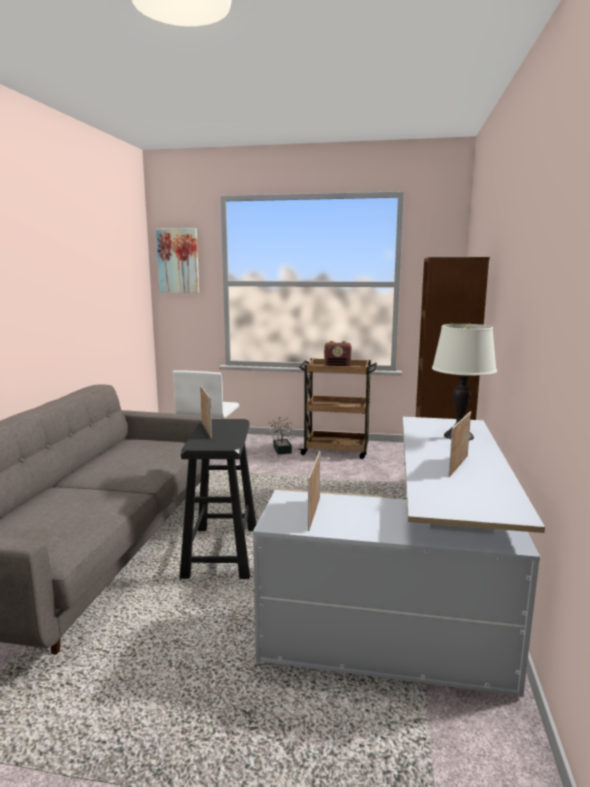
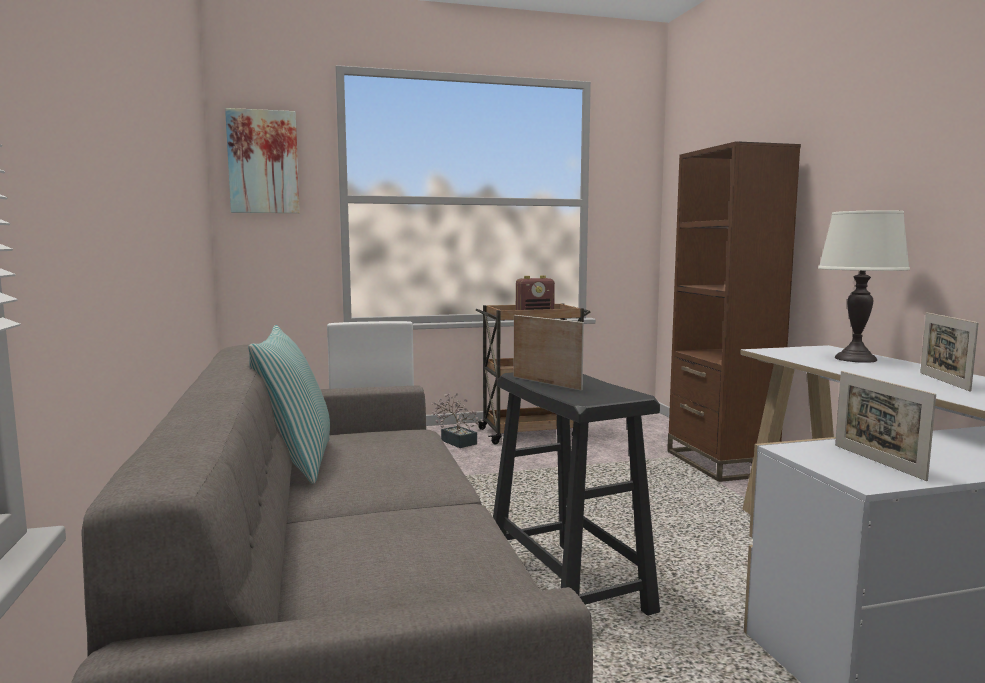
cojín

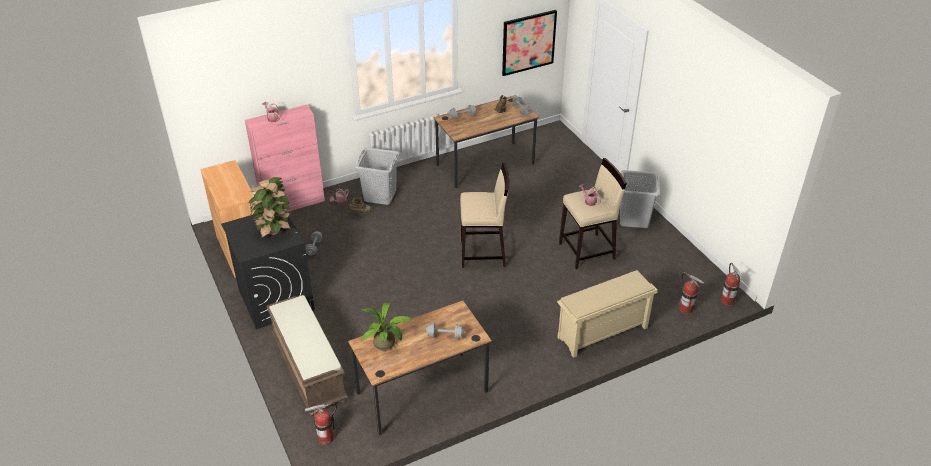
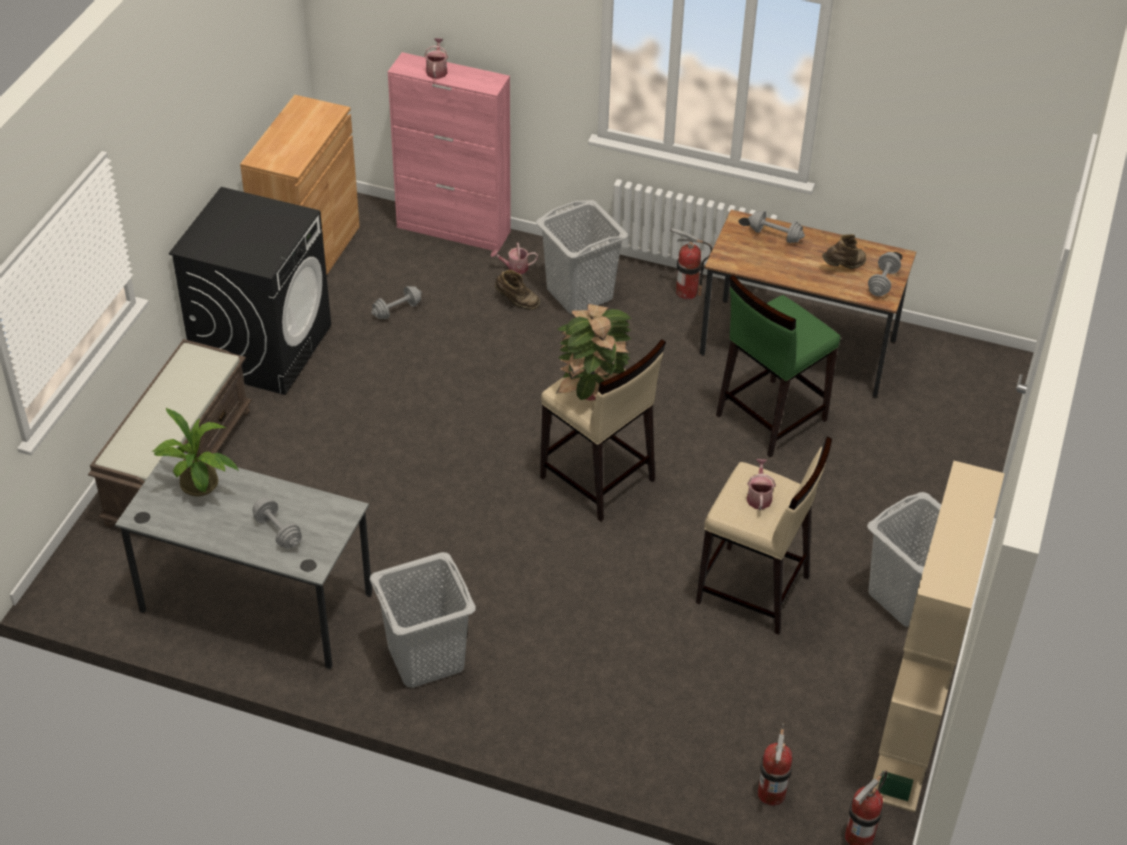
escritorio/gris; cesto de la ropa/gris (1st from left); planta en maceta (2nd from left); extintor (1st from left); taburete/verde; estantería/beis; cuadro; zapatero/beis

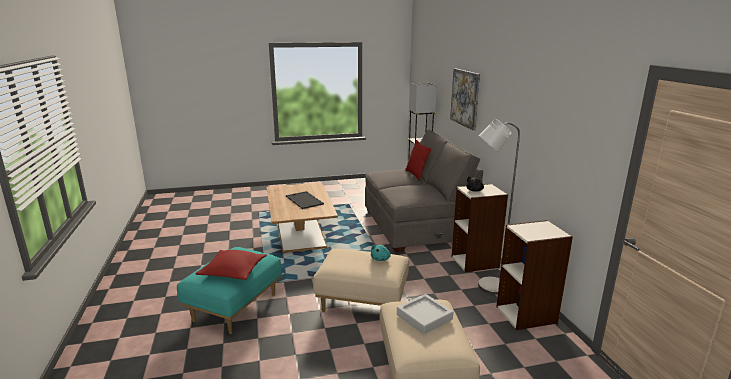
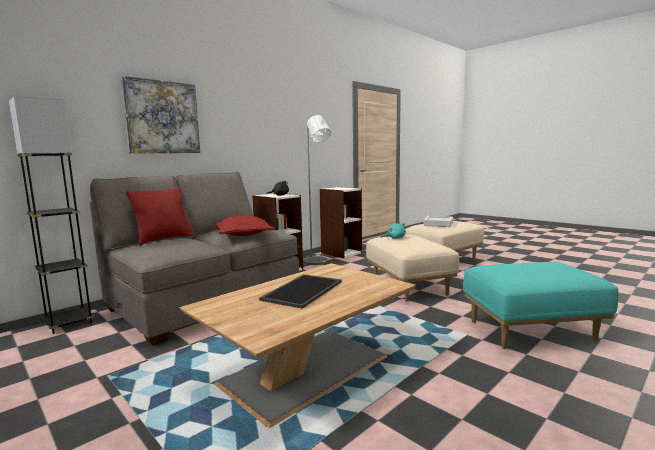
cojín/rojo (2nd from left)

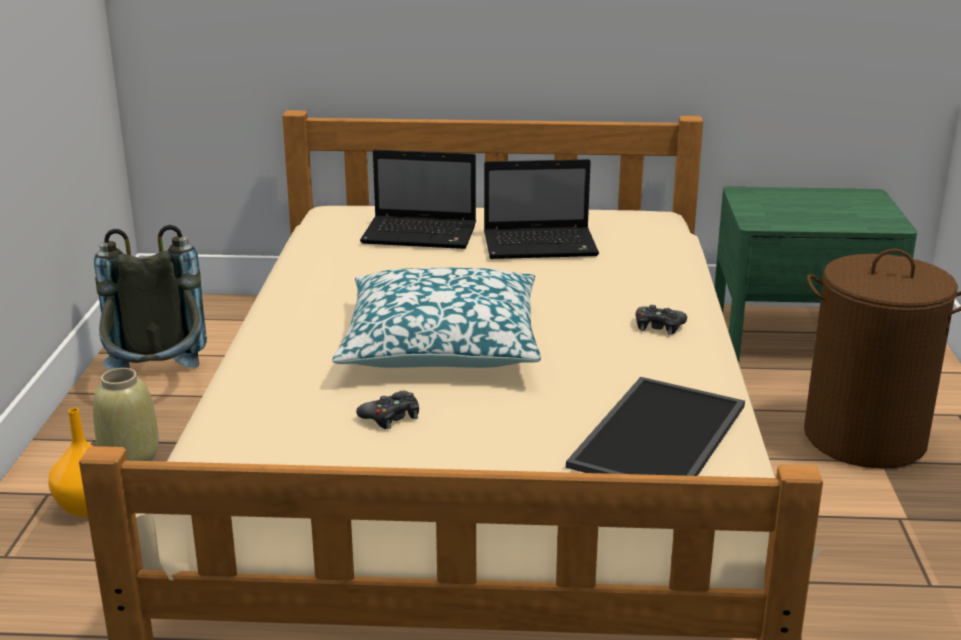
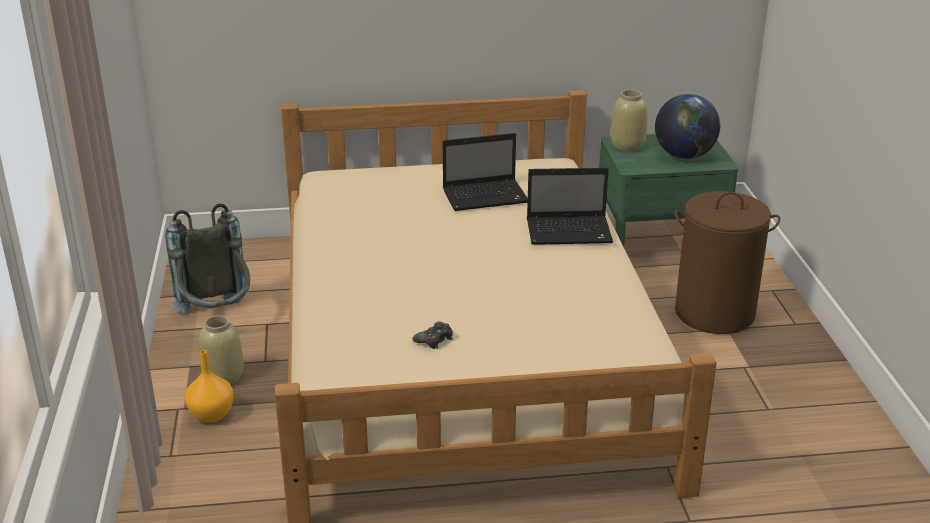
portátil (2nd from left); florero/beis (2nd from left); globo terráqueo; cojín; bandeja; mando de consola/negro (2nd from left in the first image)

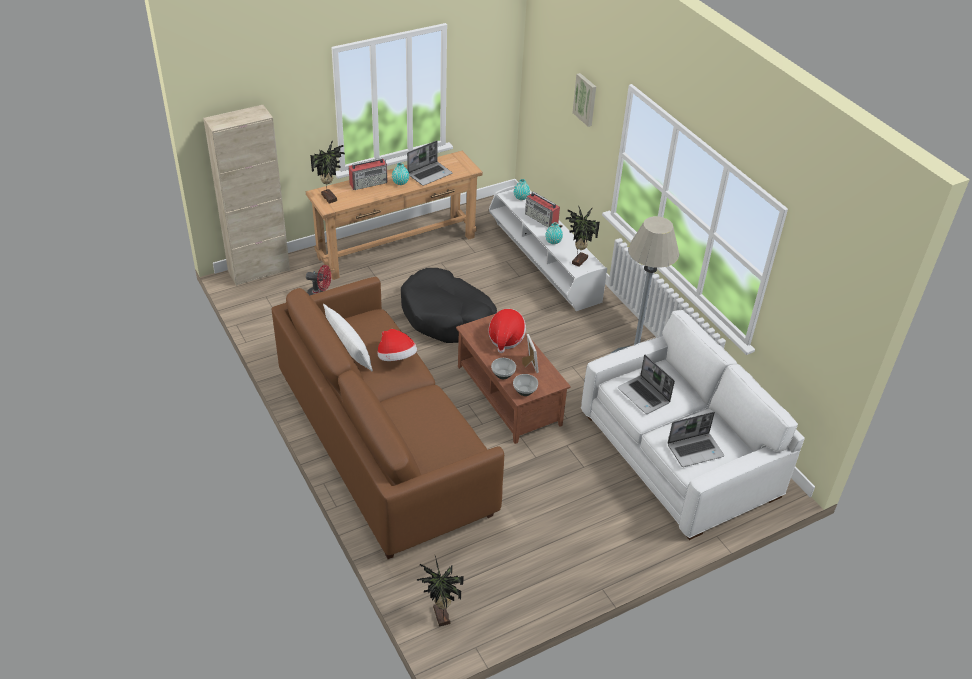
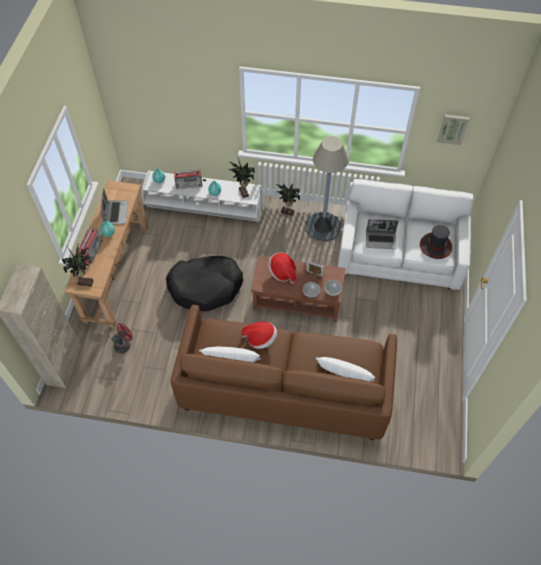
planta en maceta (3rd from left); cojín/blanco (2nd from left); sombrero (3rd from left); cuadro

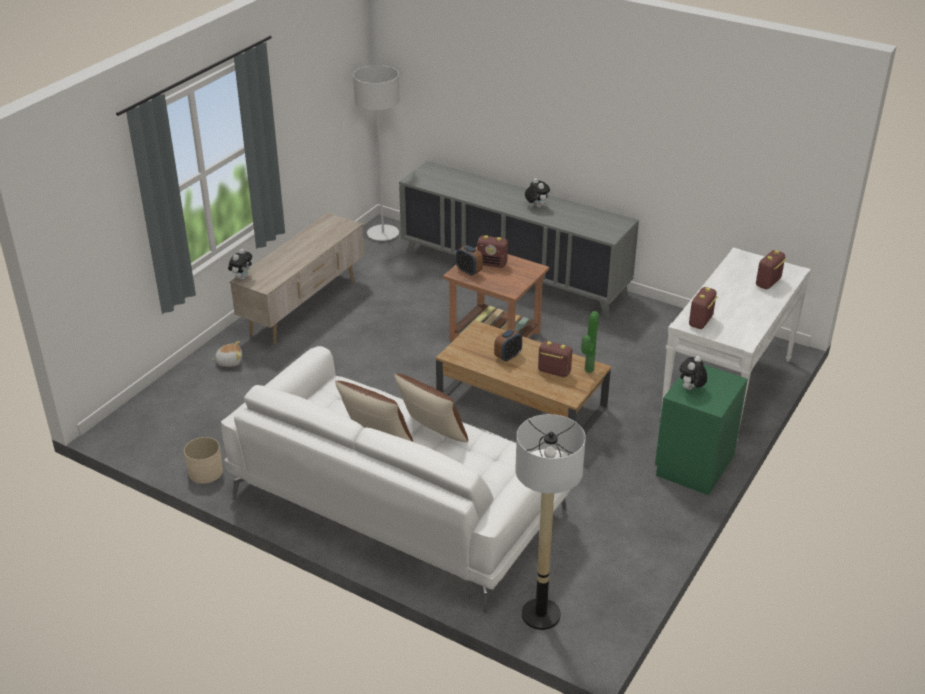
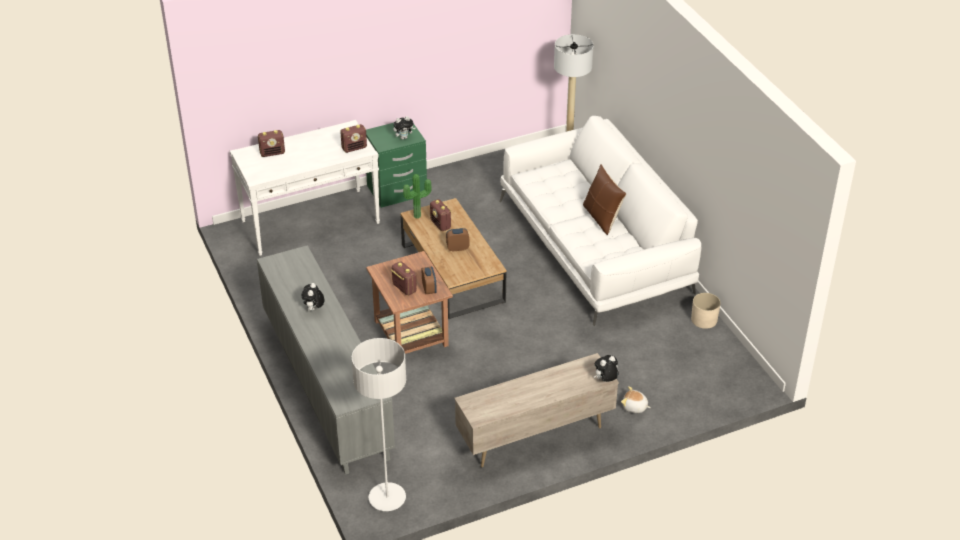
cojín/marrón (2nd from left in the first image)

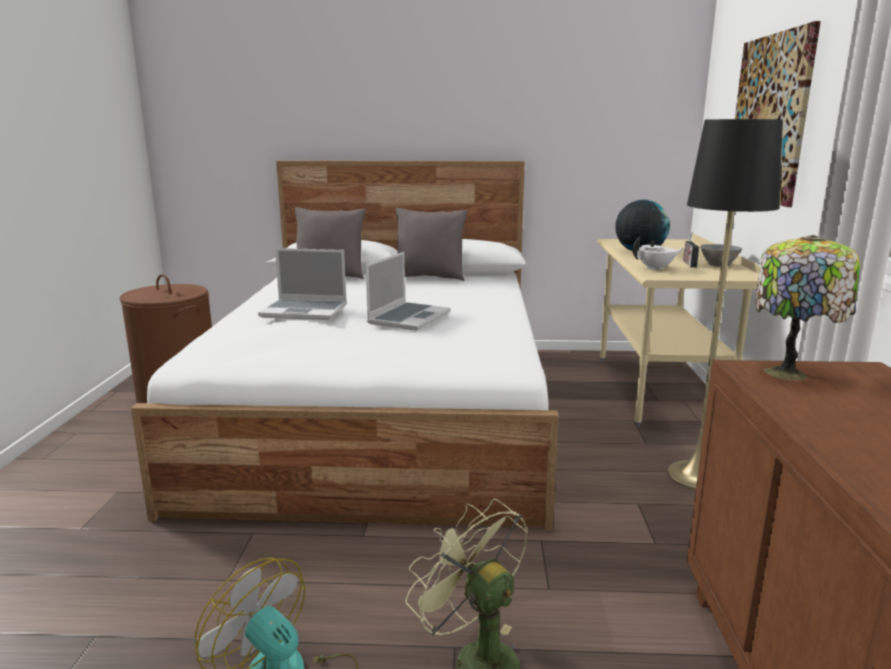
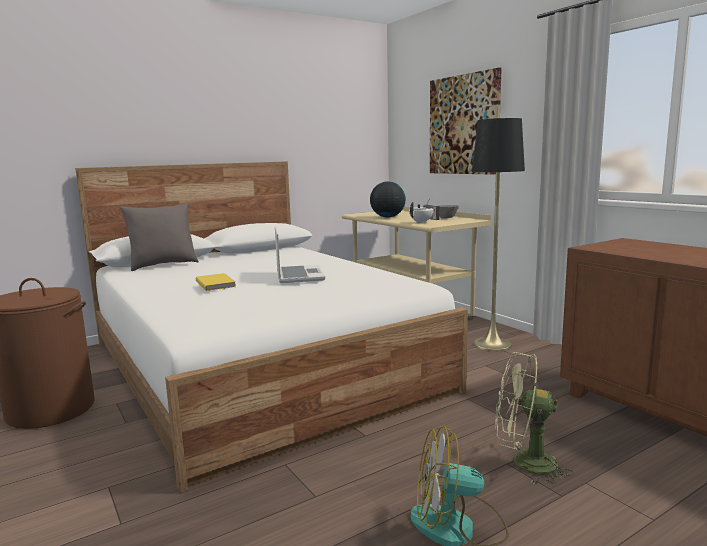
libro/amarillo; cojín/gris (2nd from left in the first image); lámpara de mesa

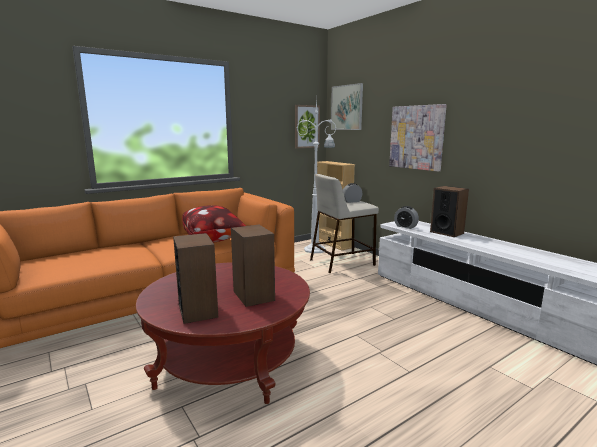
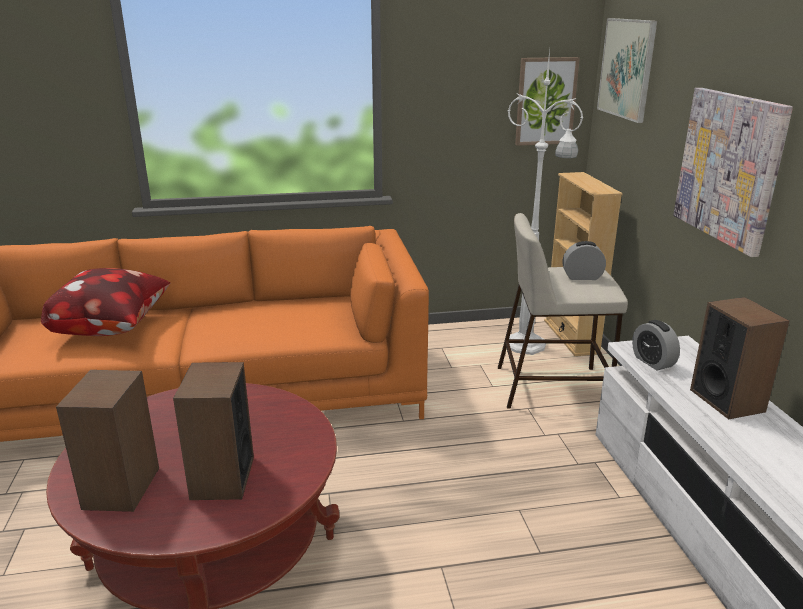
cojín

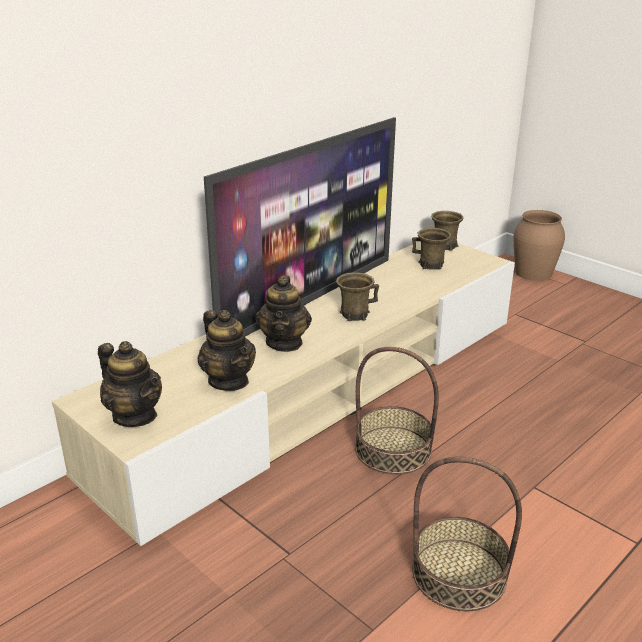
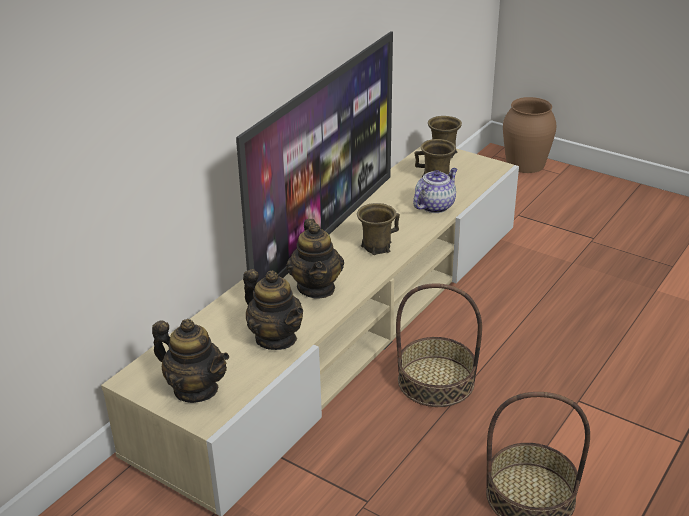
tetera (4th from left)

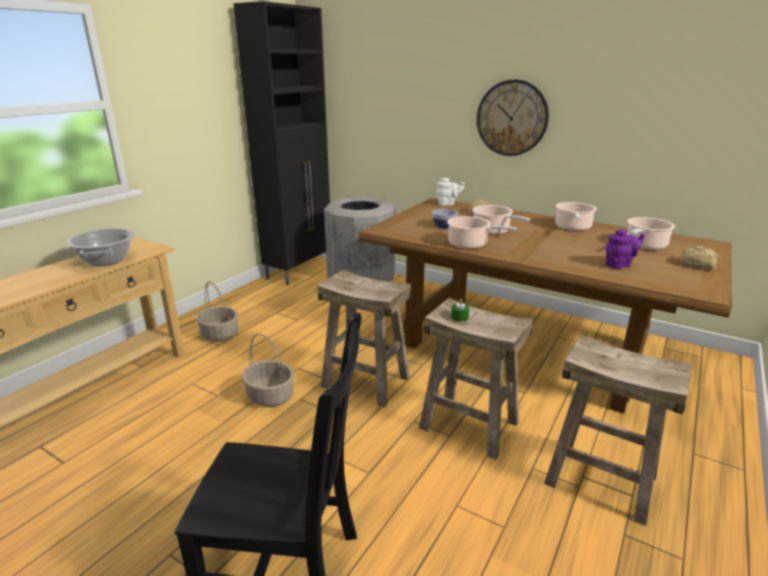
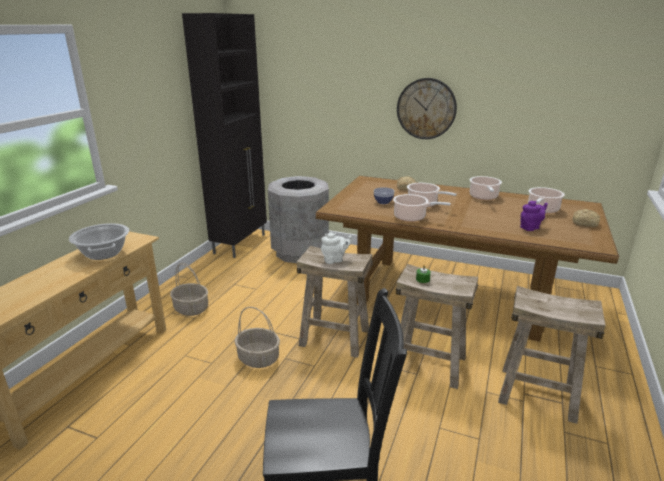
tetera/blanco

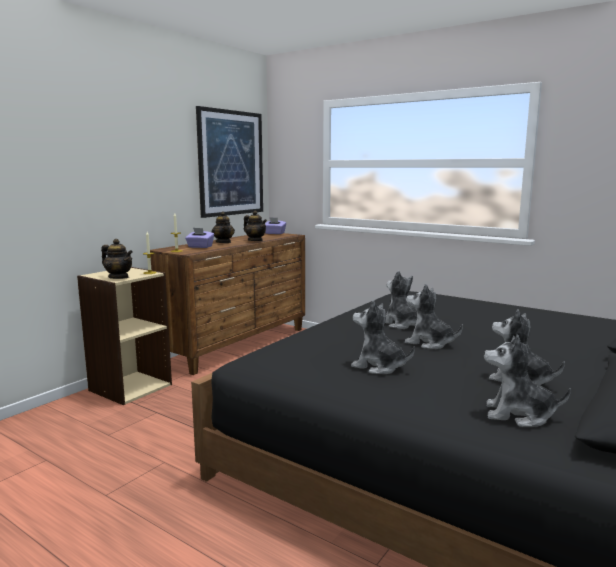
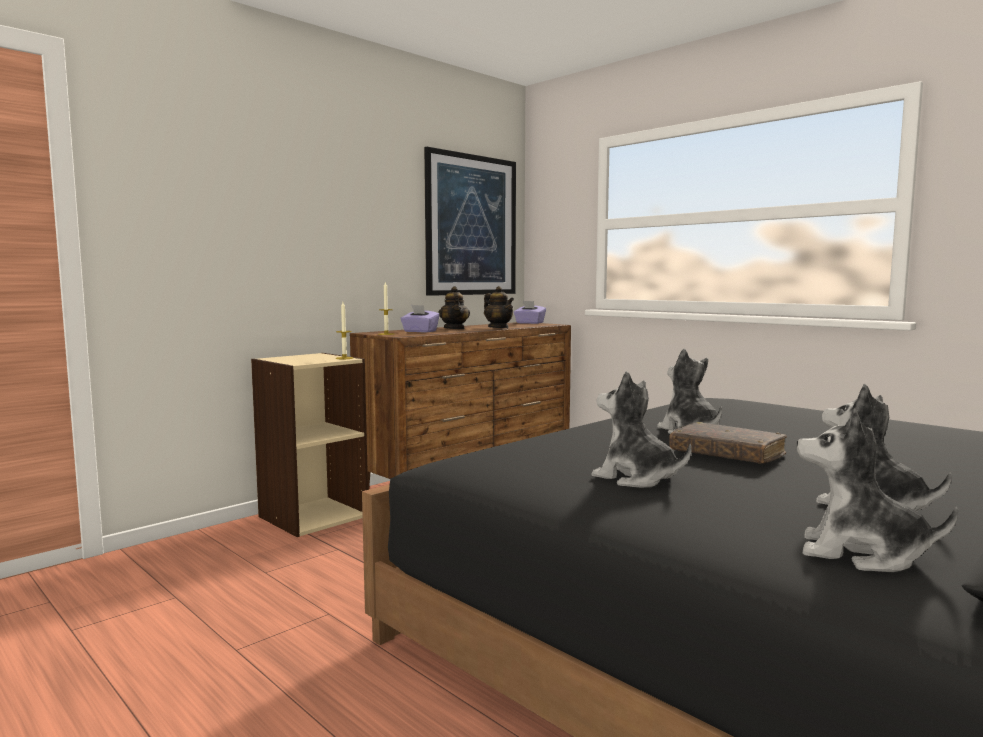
libro/marrón; tetera (1st from left in the first image)

